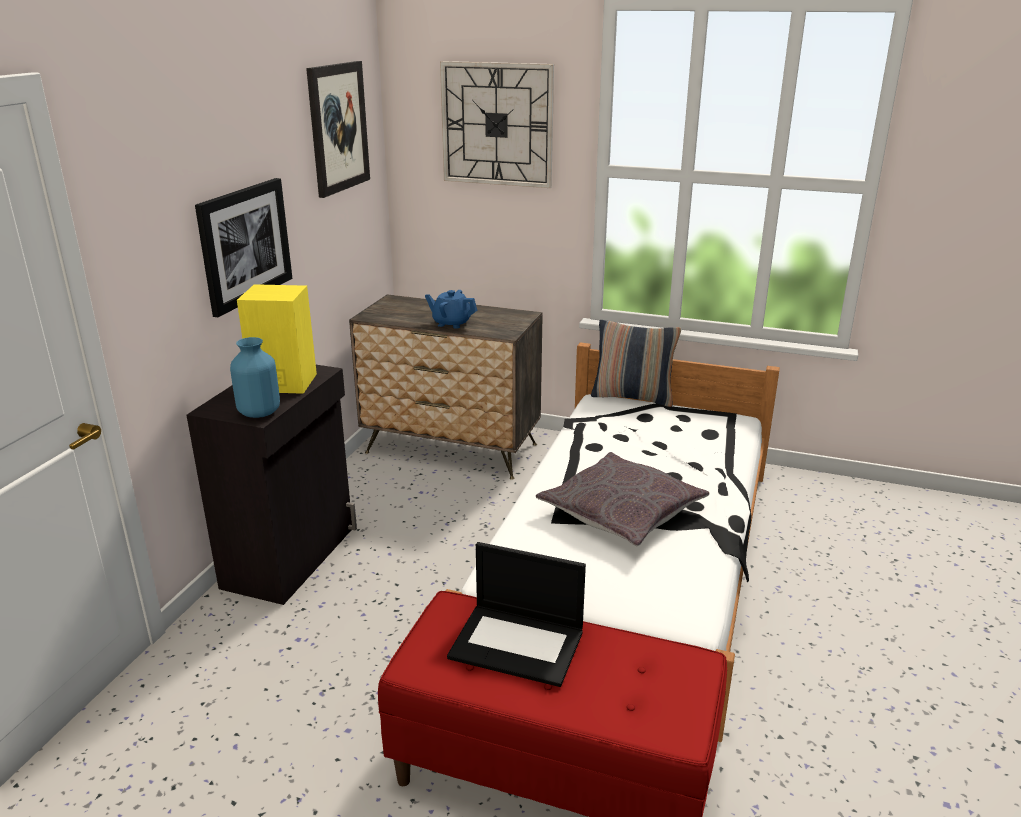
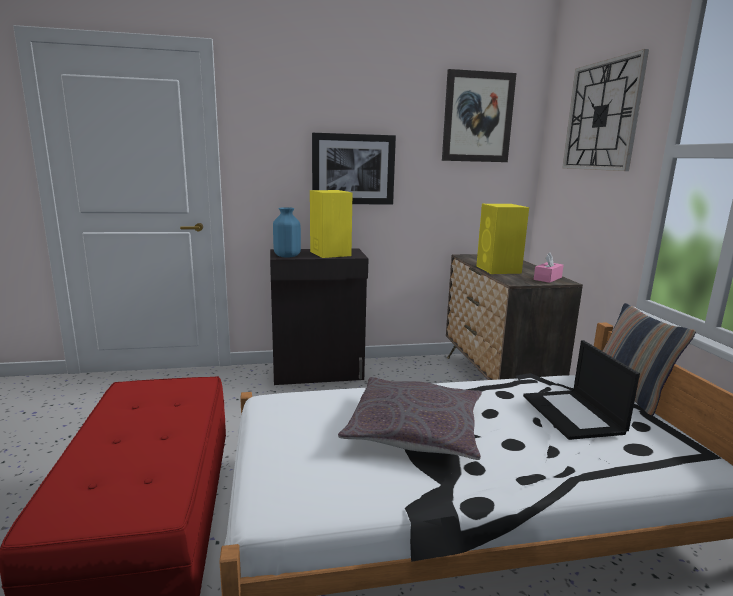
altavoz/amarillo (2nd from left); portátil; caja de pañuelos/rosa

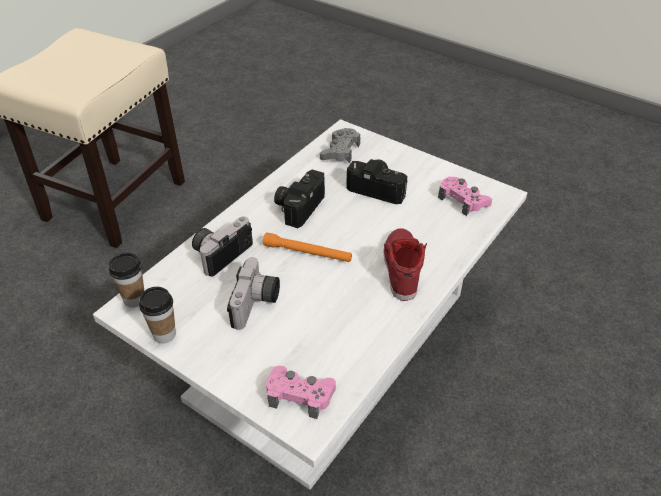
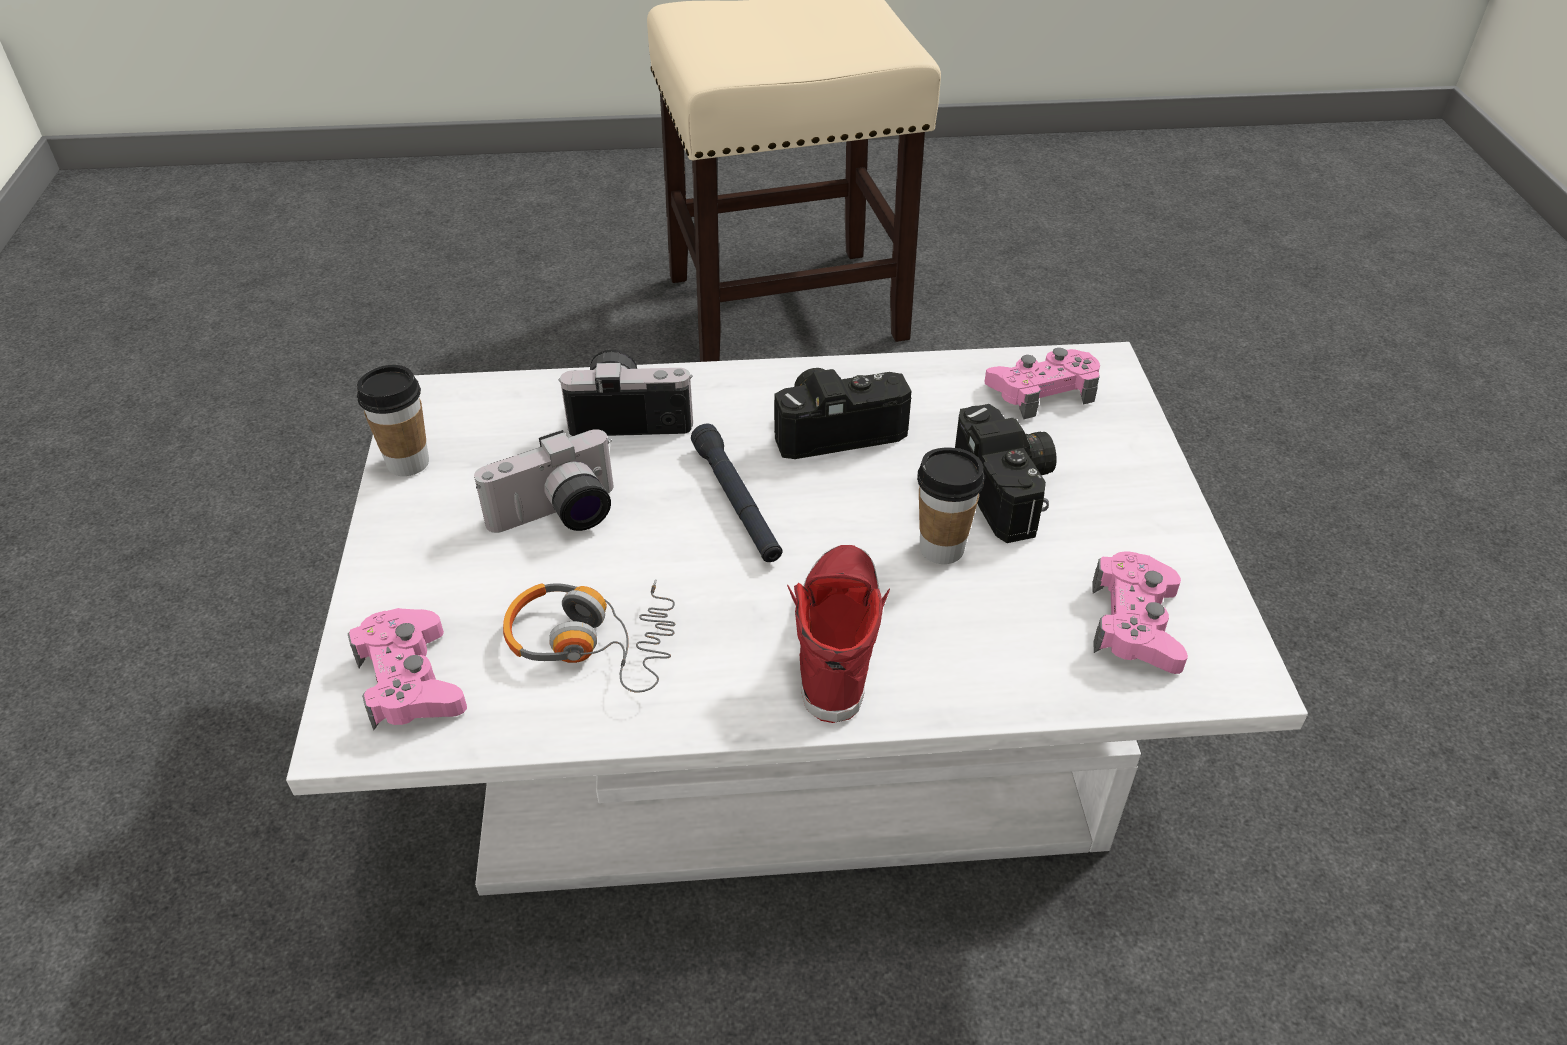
auriculares; linterna/negro; zapato/rojo; taza (2nd from left); mando de consola/rosa (2nd from left)

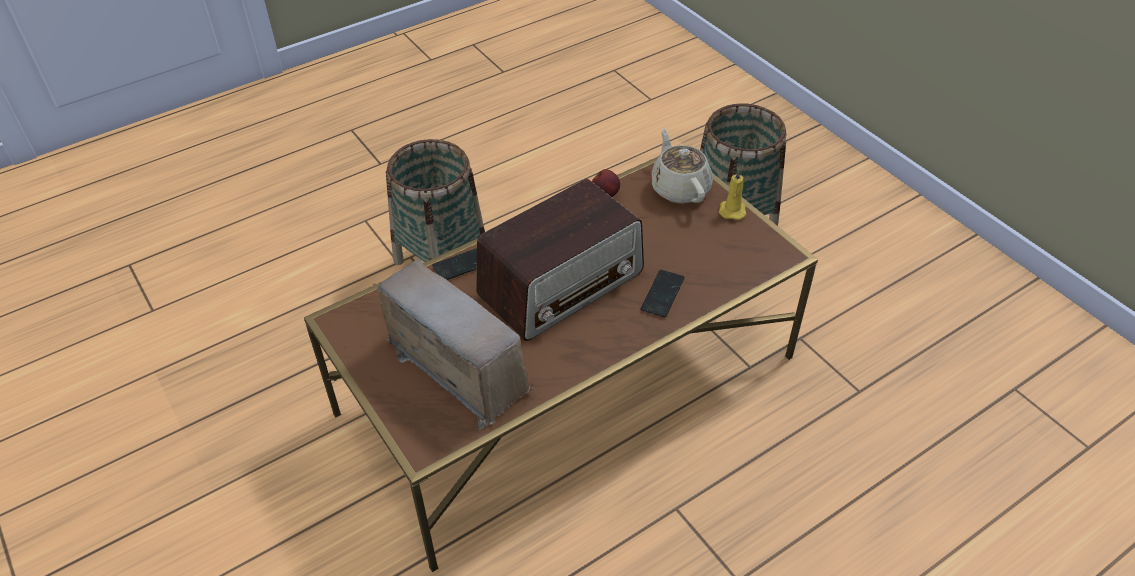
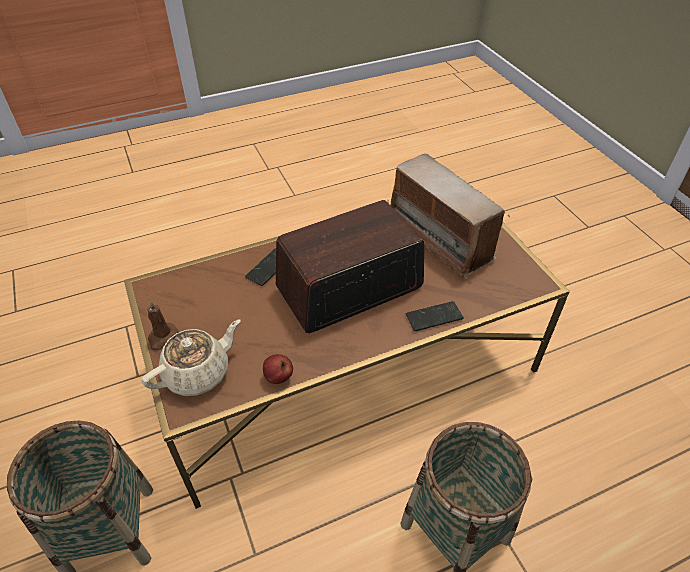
tetera/beis; vela/marrón

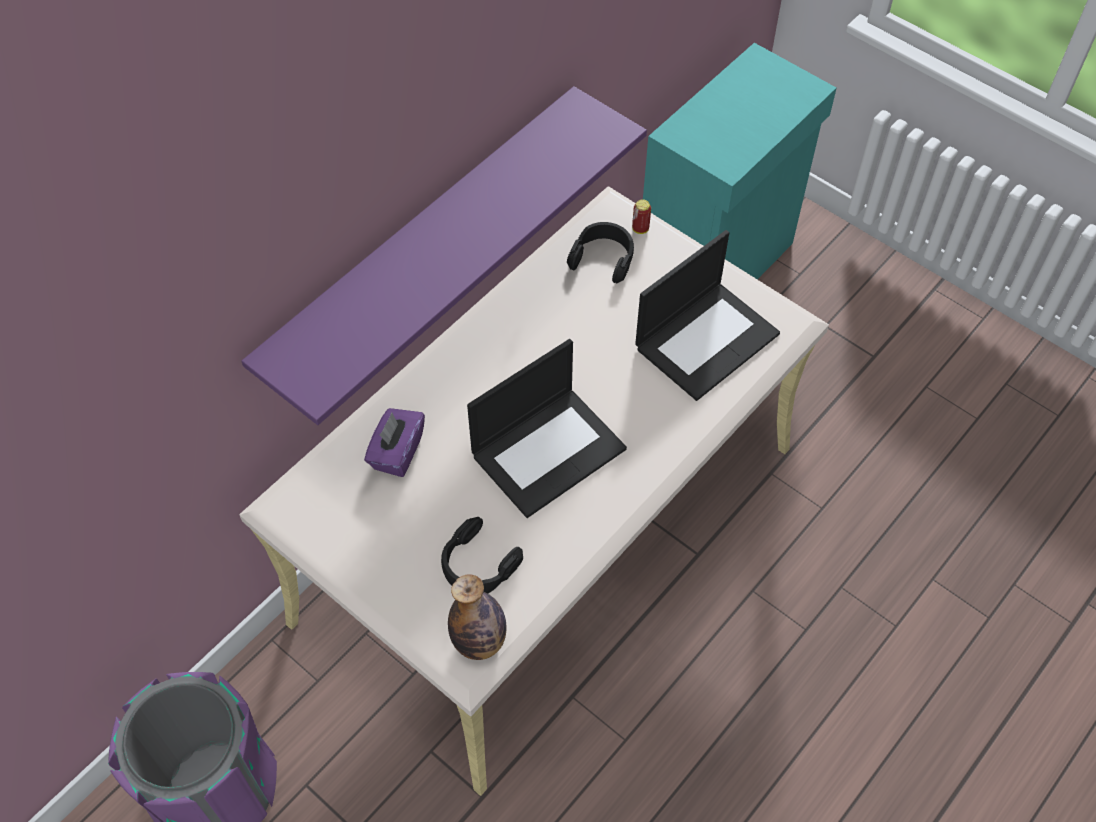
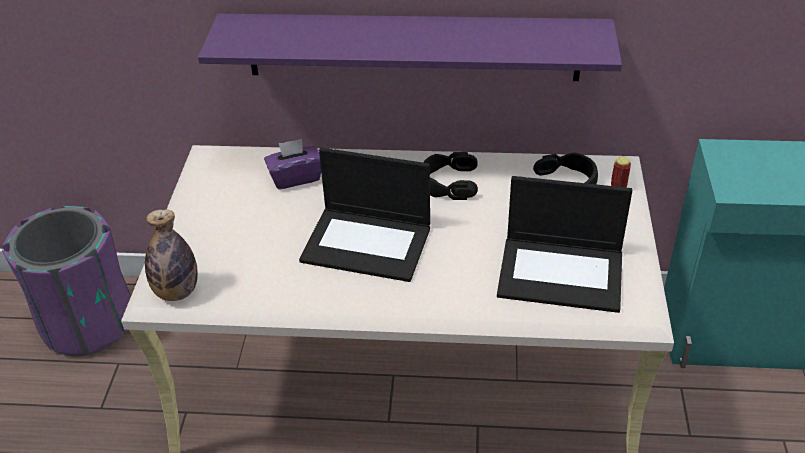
auriculares/negro (1st from left)

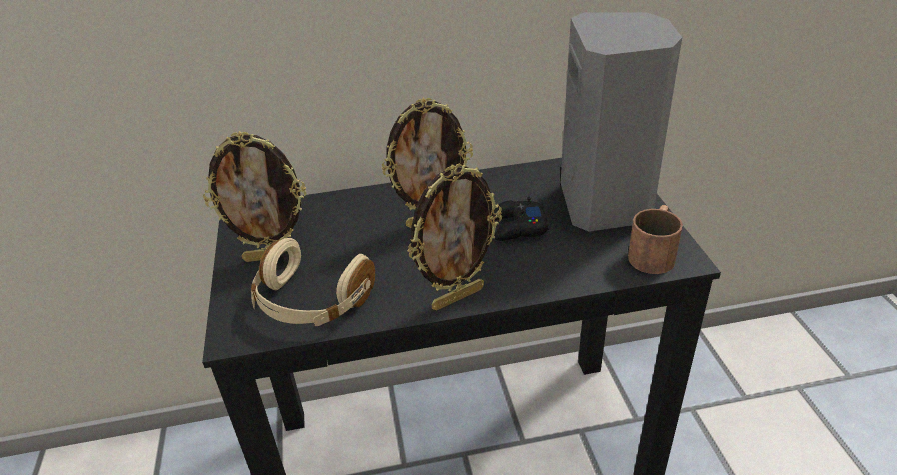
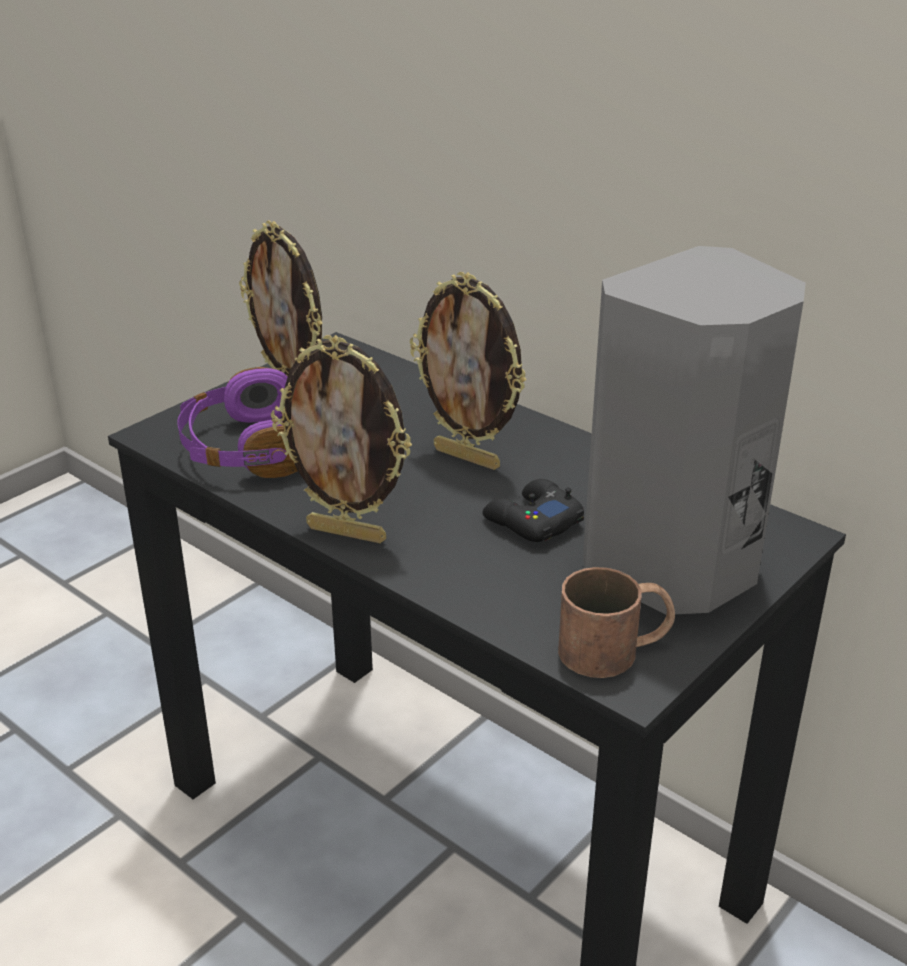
auriculares/morado

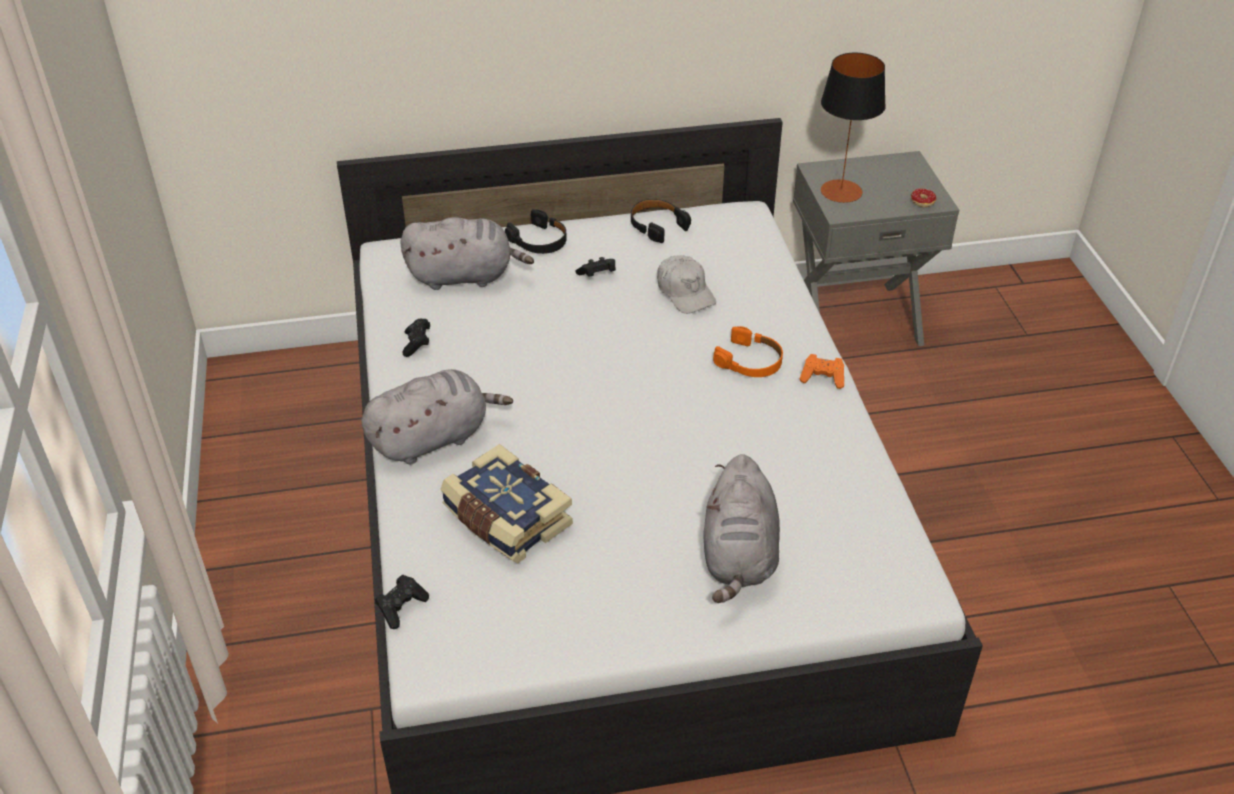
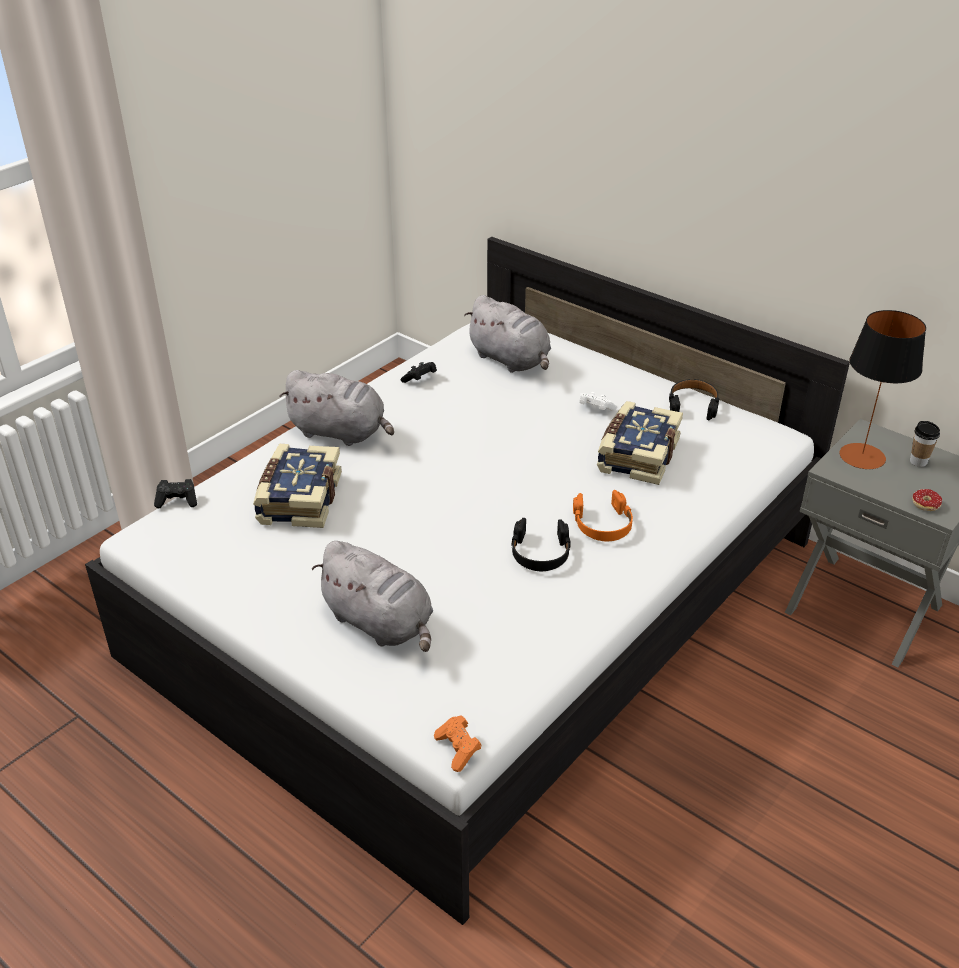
peluche/gris (2nd from left); mando de consola/naranja; auriculares/negro (1st from left); mando de consola/blanco; libro (2nd from left); taza

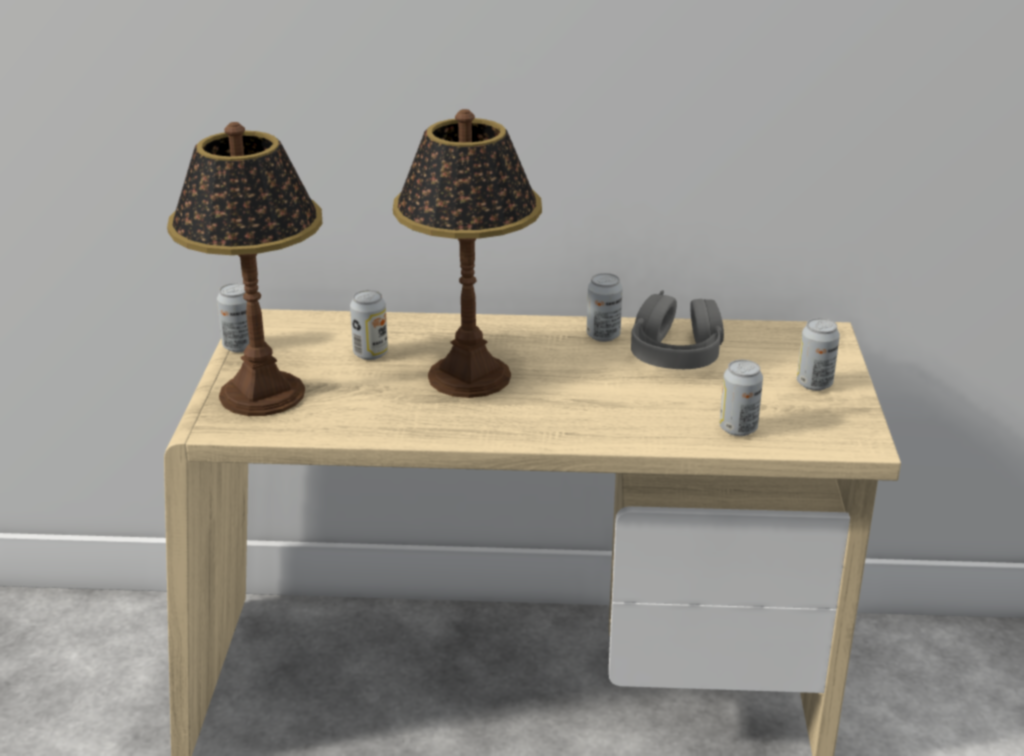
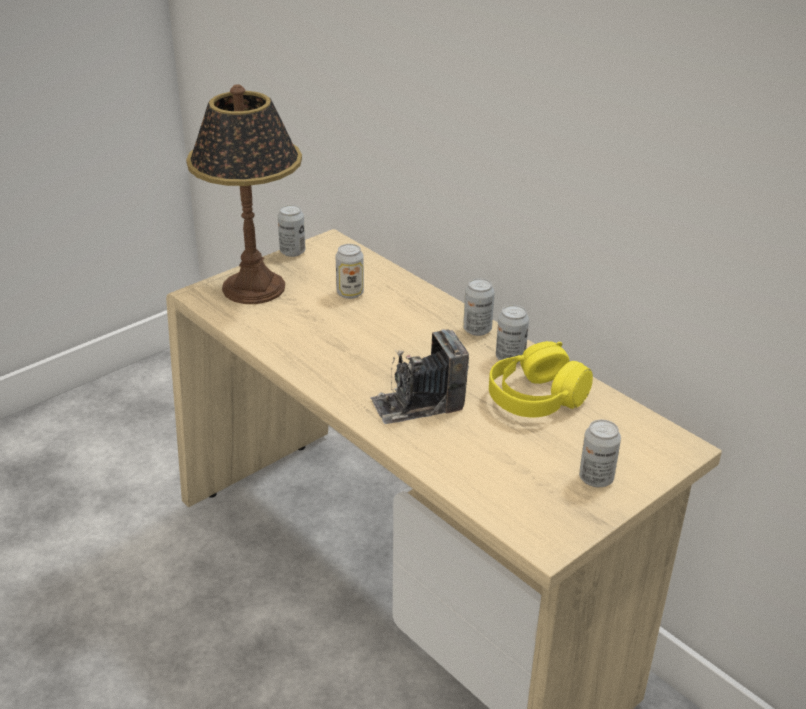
cámara; lata (3rd from left); auriculares/amarillo; lámpara de mesa (2nd from left in the first image)

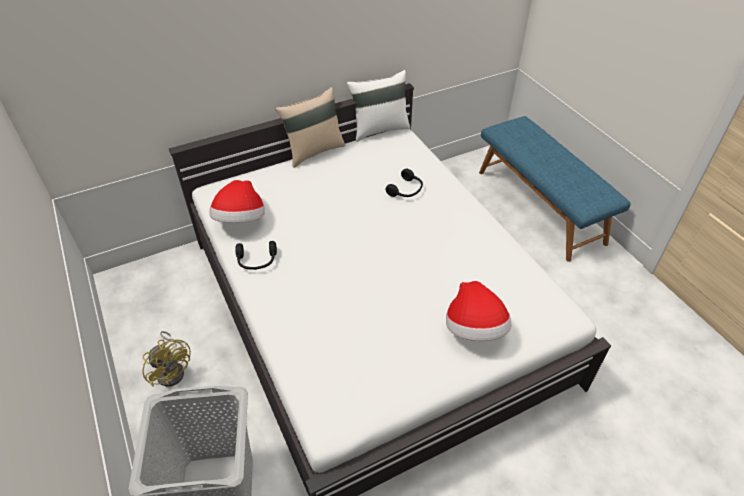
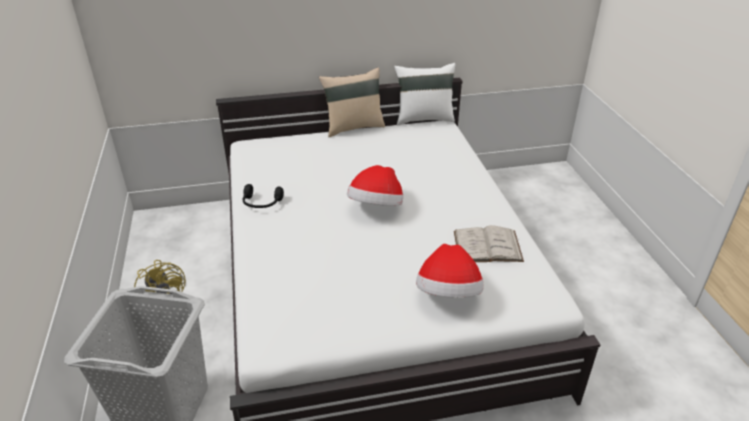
sombrero (1st from left); libro/blanco; auriculares/negro (2nd from left in the first image); banco/azul

